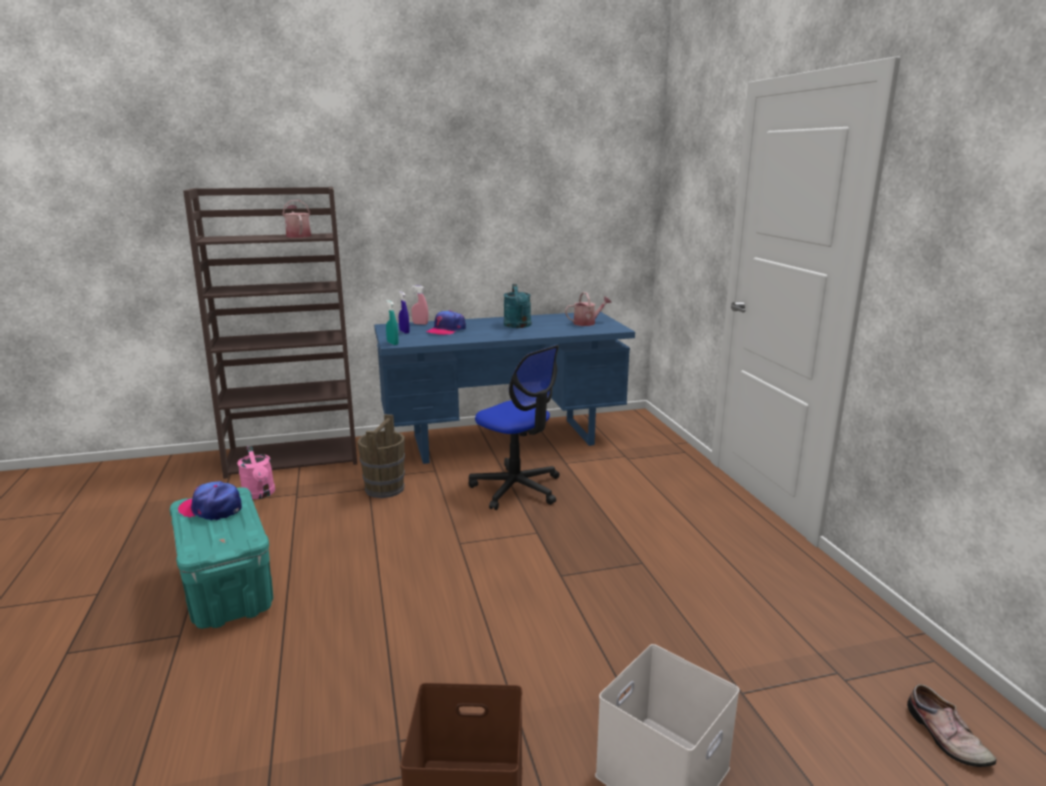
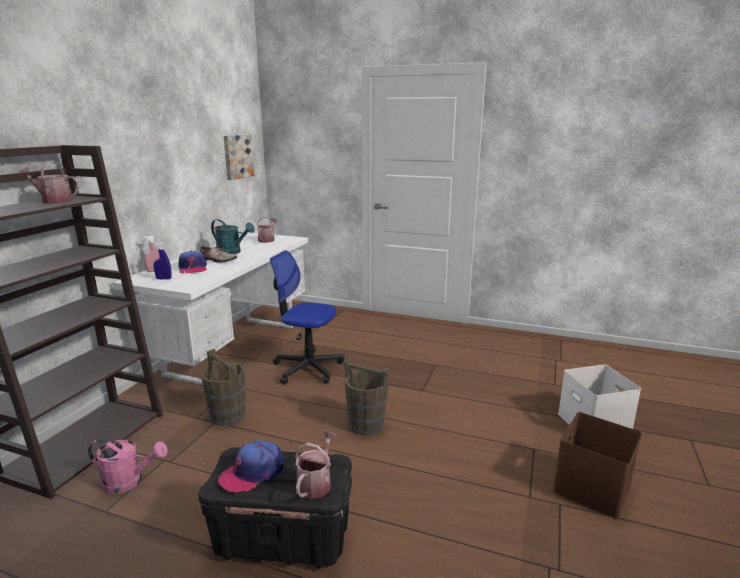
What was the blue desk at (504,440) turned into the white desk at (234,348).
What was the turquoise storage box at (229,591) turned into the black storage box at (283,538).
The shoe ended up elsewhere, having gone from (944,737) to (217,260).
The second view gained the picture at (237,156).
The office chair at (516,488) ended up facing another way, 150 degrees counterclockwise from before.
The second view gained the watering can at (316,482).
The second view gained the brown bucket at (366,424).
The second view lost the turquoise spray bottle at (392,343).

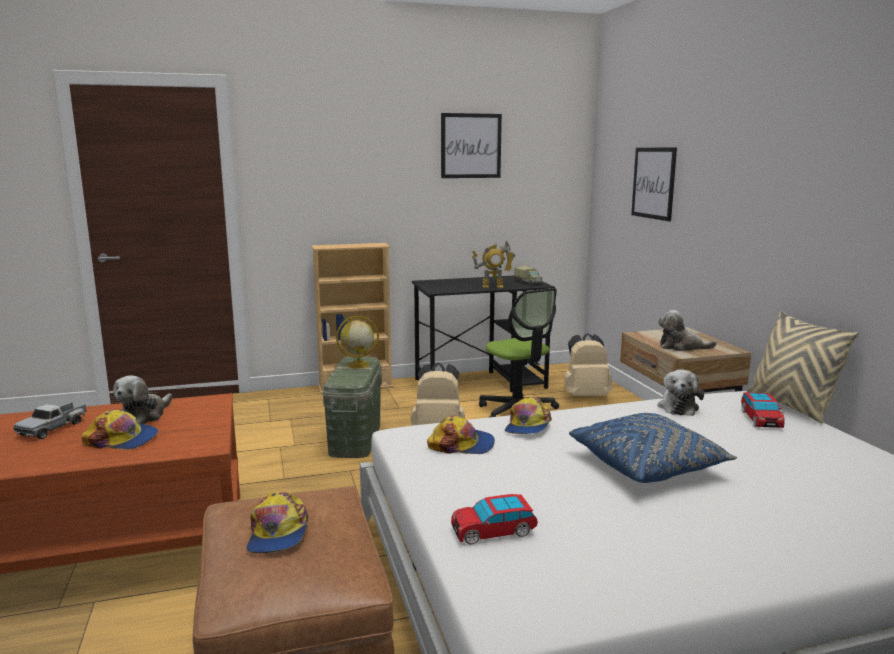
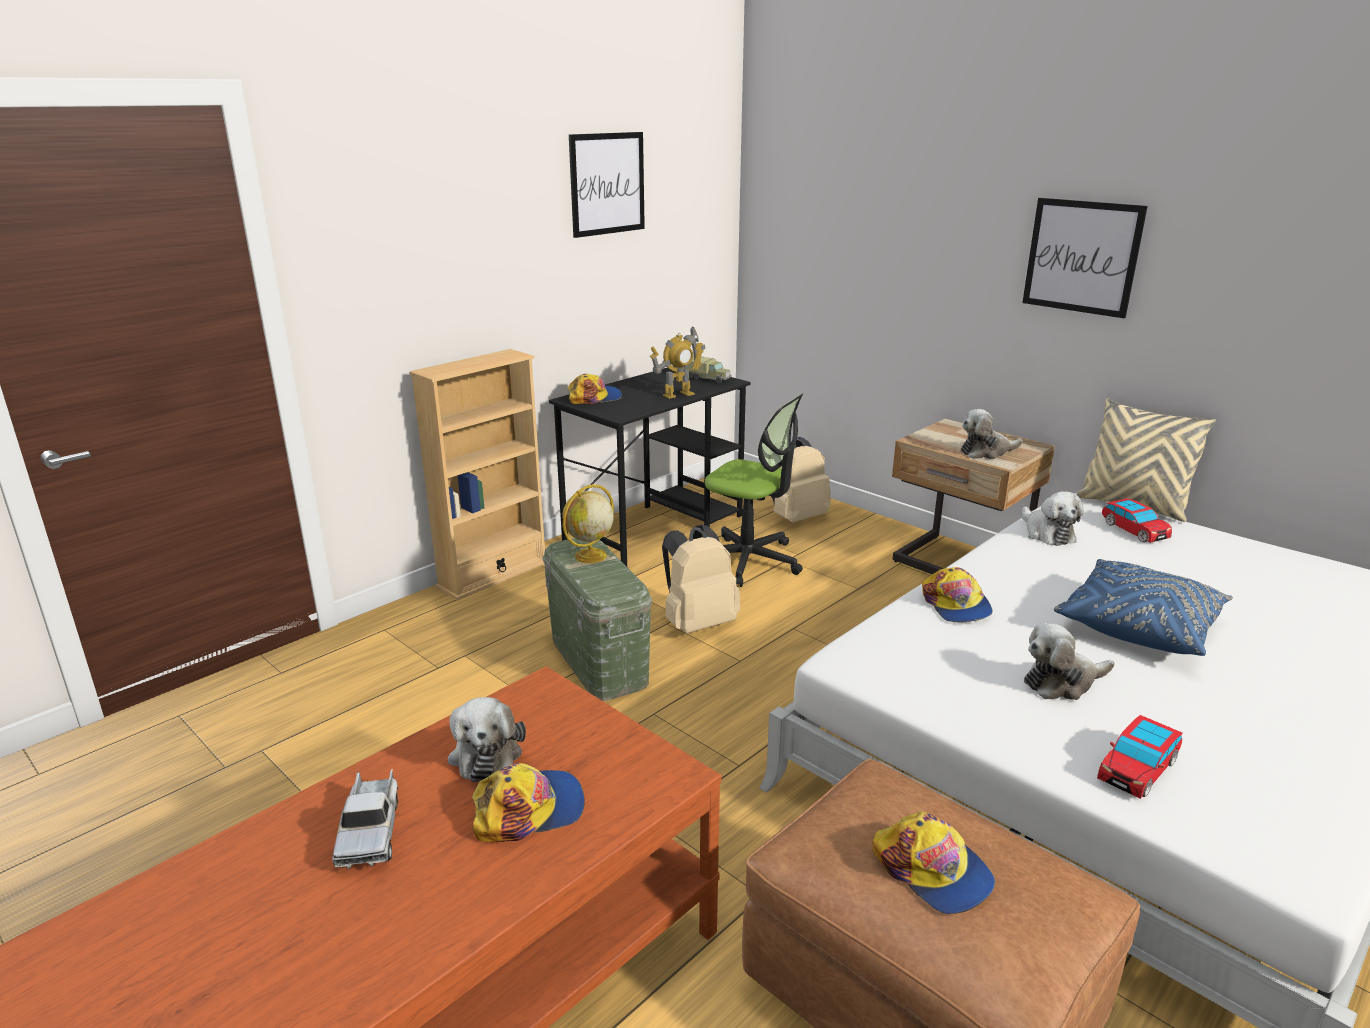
The cap ended up elsewhere, having gone from (462,445) to (594,397).
The picture ended up elsewhere, having gone from (653,183) to (1082,257).
The second view gained the plush toy at (1062,682).

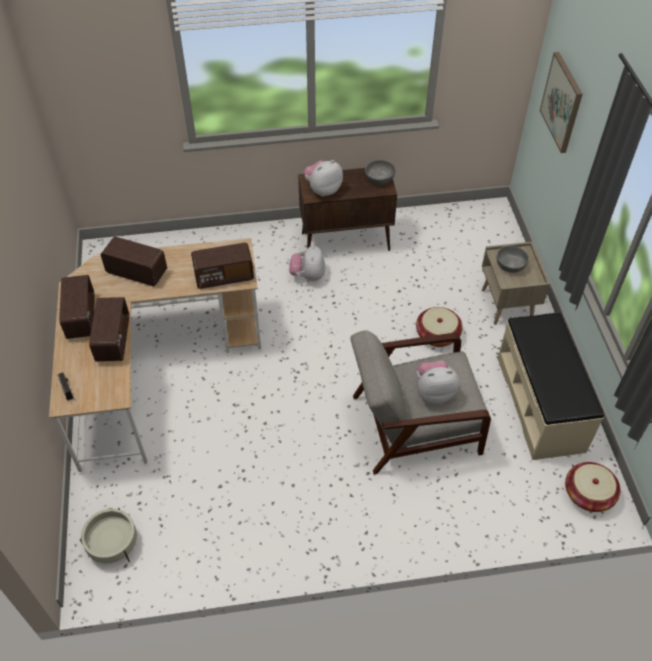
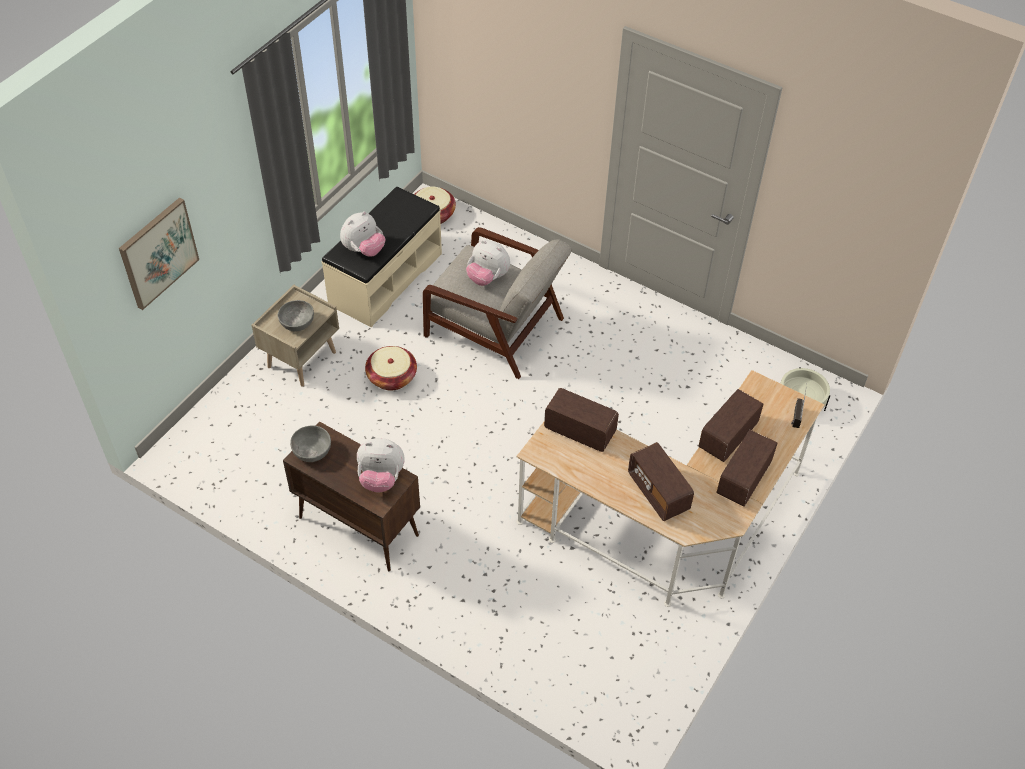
The plush toy ended up elsewhere, having gone from (308,275) to (364,250).

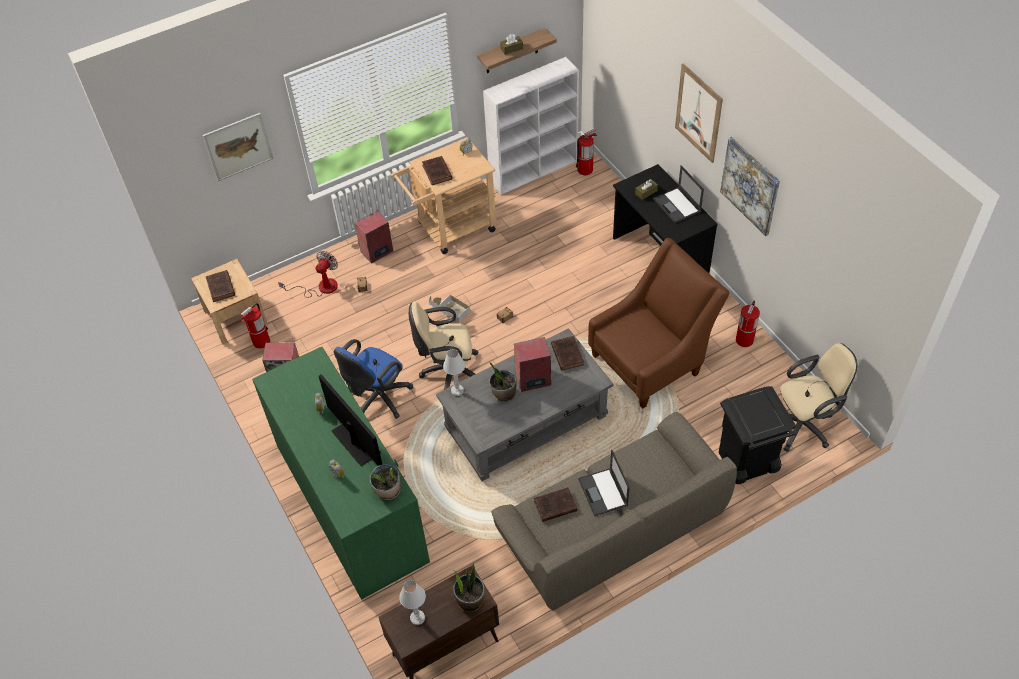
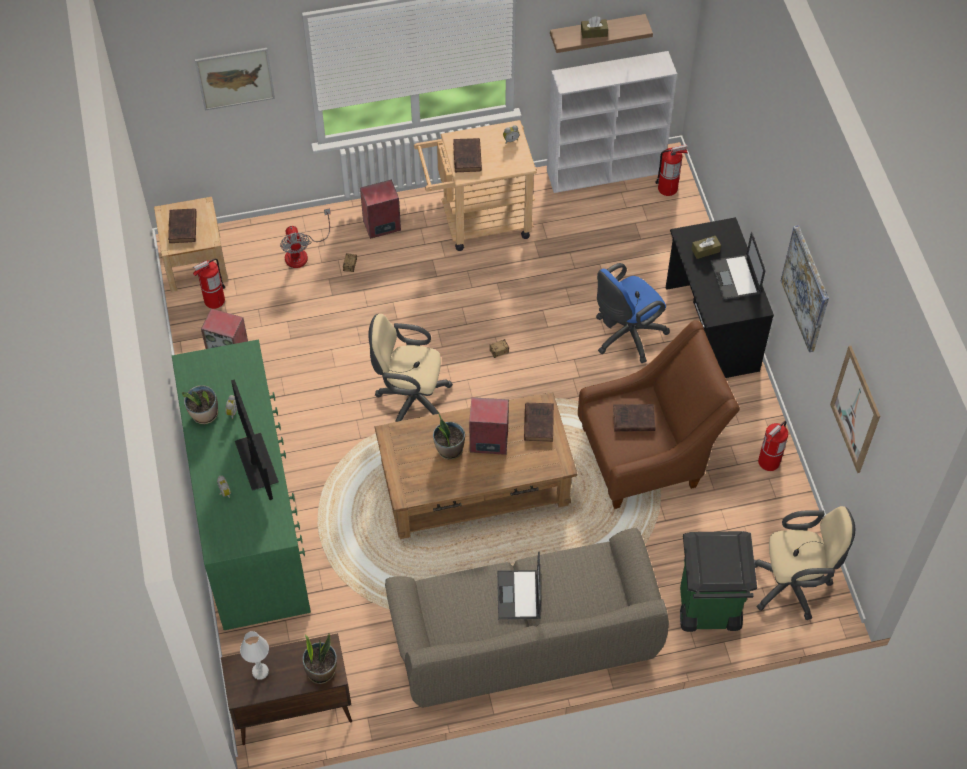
The potted plant ended up elsewhere, having gone from (388,491) to (204,414).
The fan at (320,287) ended up facing another way, 120 degrees clockwise from before.
What was the grey coffee table at (525,423) turned into the brown coffee table at (474,485).
The blue office chair ended up elsewhere, having gone from (377,399) to (625,336).
The brown book ended up elsewhere, having gone from (554,506) to (632,419).
What was the black trash can at (746,463) turned into the green trash can at (707,610).
The picture ended up elsewhere, having gone from (698,113) to (855,409).
The second view lost the cardboard box at (450,315).
The second view lost the white table lamp at (457,390).

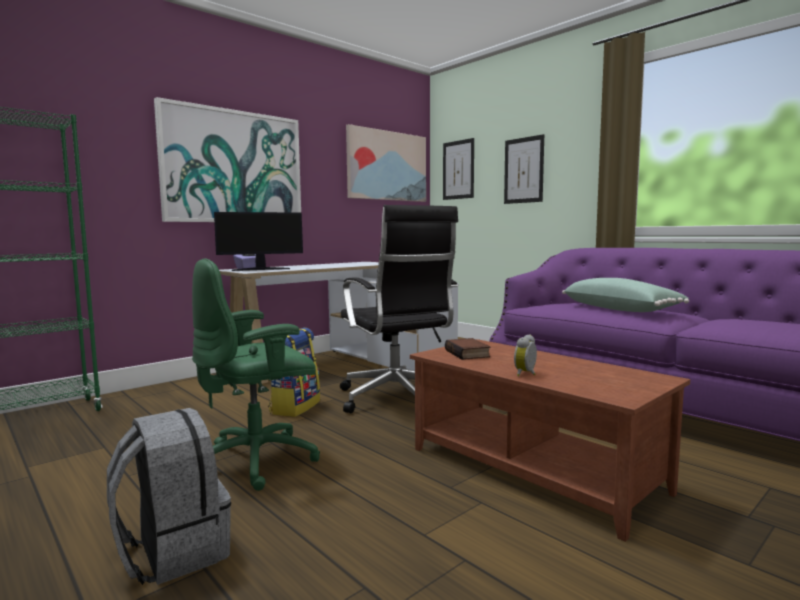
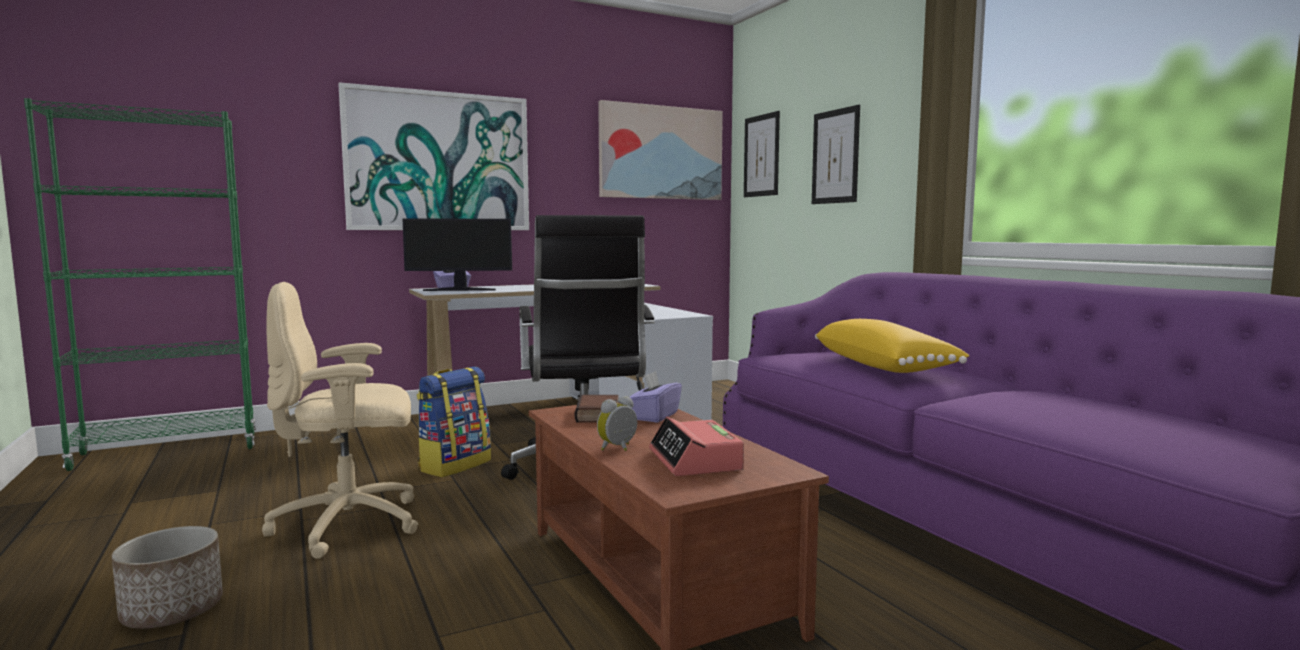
Where the grey backpack stood at (172,551), the planter came to stand at (172,611).
What was the green office chair at (258,461) turned into the beige office chair at (350,525).
The second view gained the purple tissue box at (654,416).
The second view gained the alarm clock at (695,461).
What was the green pillow at (621,309) turned into the yellow pillow at (884,367).

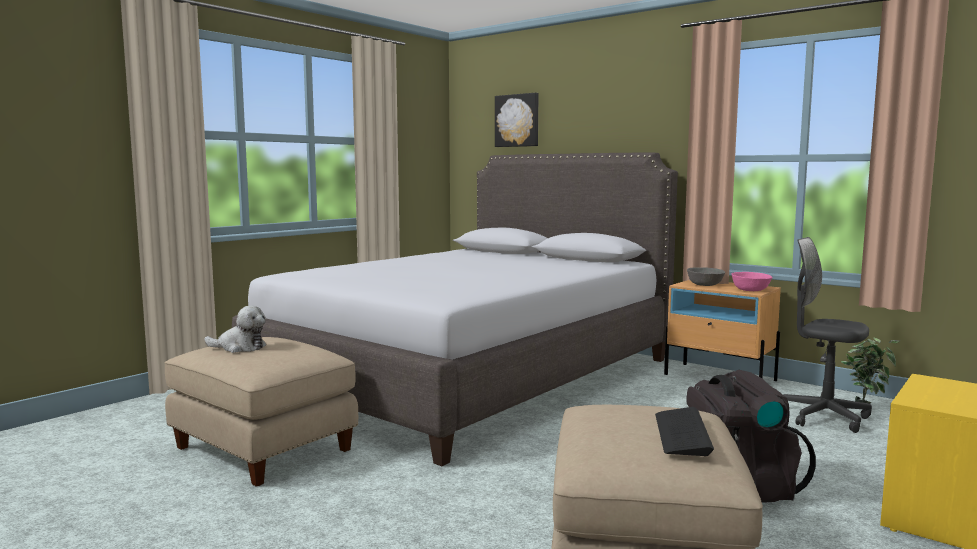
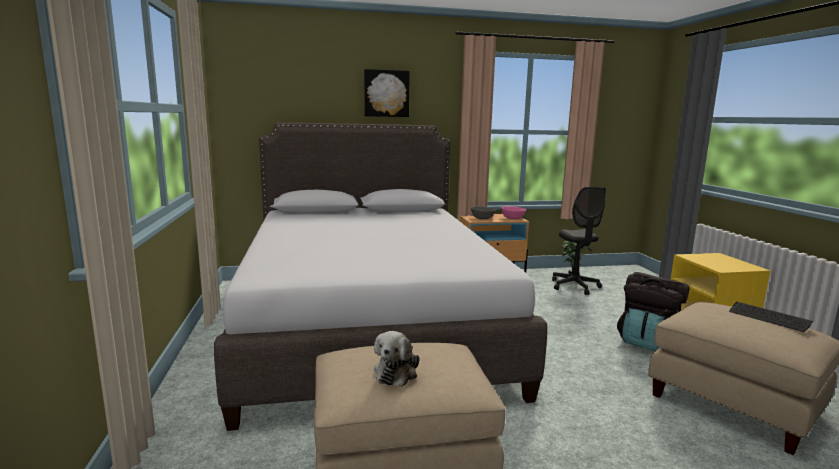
The picture ended up elsewhere, having gone from (517,120) to (386,93).
The plush toy at (239,347) ended up facing another way, 150 degrees clockwise from before.
The grey office chair at (823,417) ended up facing another way, 90 degrees counterclockwise from before.

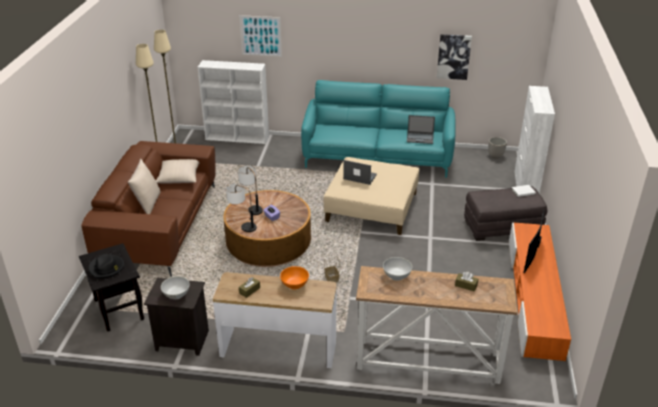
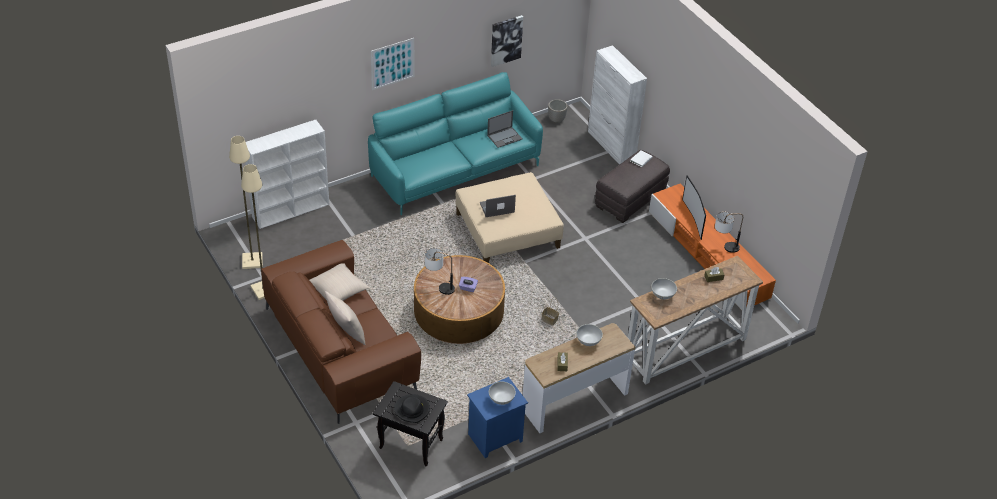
The picture ended up elsewhere, having gone from (261,36) to (392,63).
What was the black nightstand at (181,341) turned into the blue nightstand at (495,438).
What was the orange bowl at (295,285) turned into the white bowl at (588,341).
The table lamp ended up elsewhere, having gone from (242,225) to (724,248).

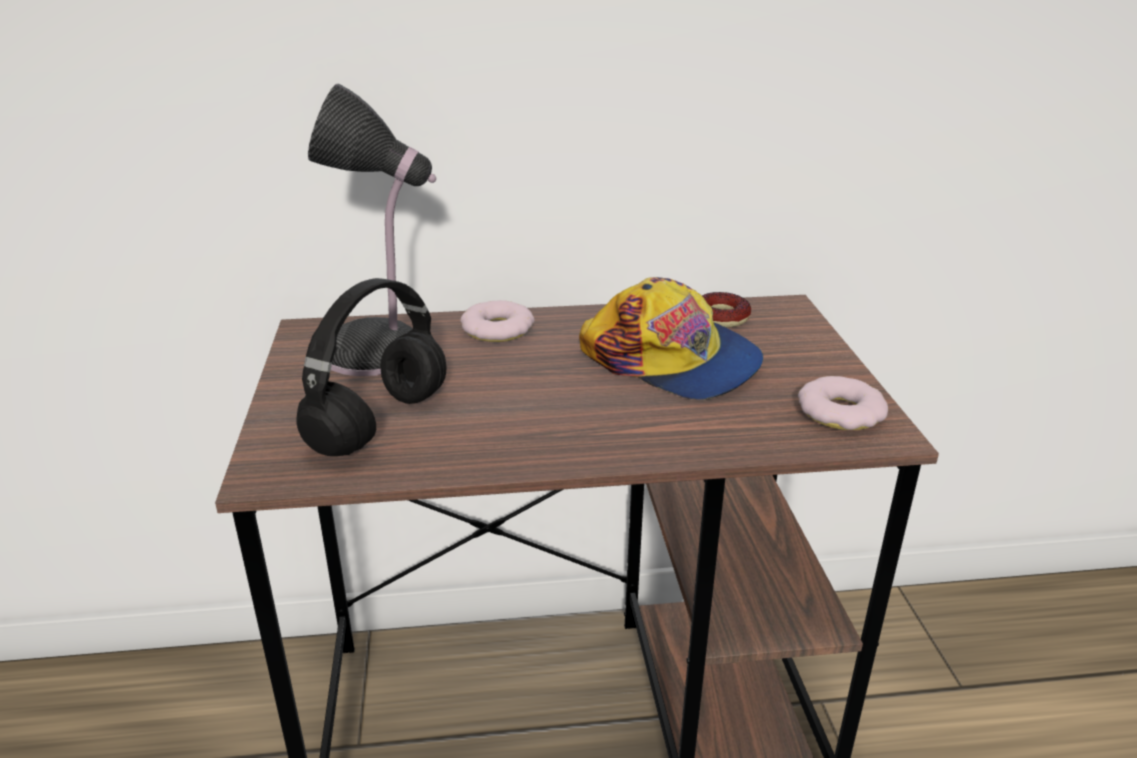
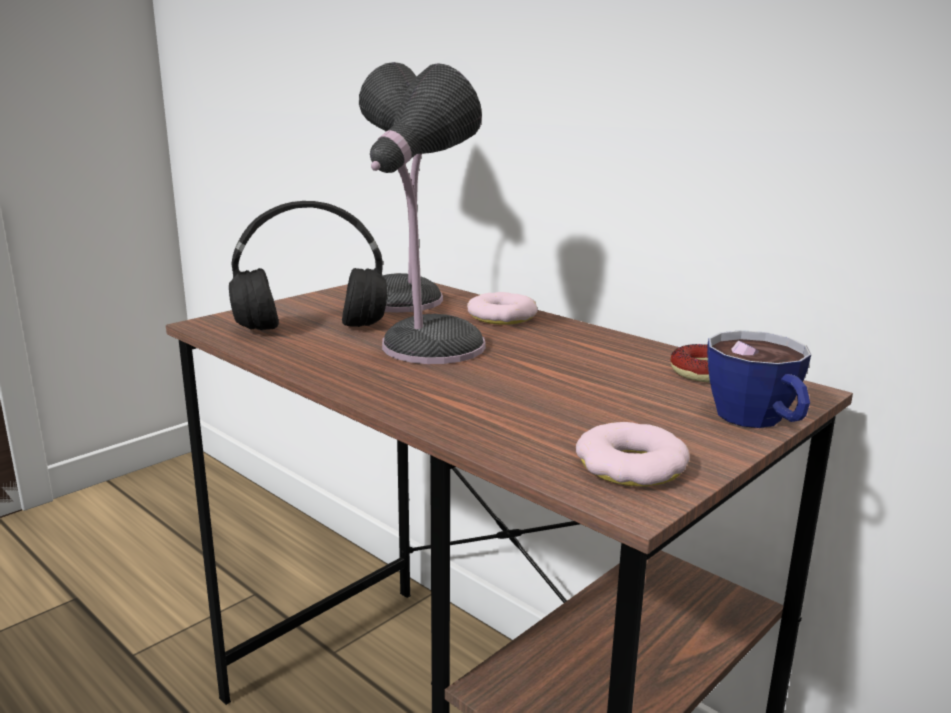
The second view gained the table lamp at (427,348).
The second view gained the cup at (758,422).
The second view lost the cap at (671,360).

